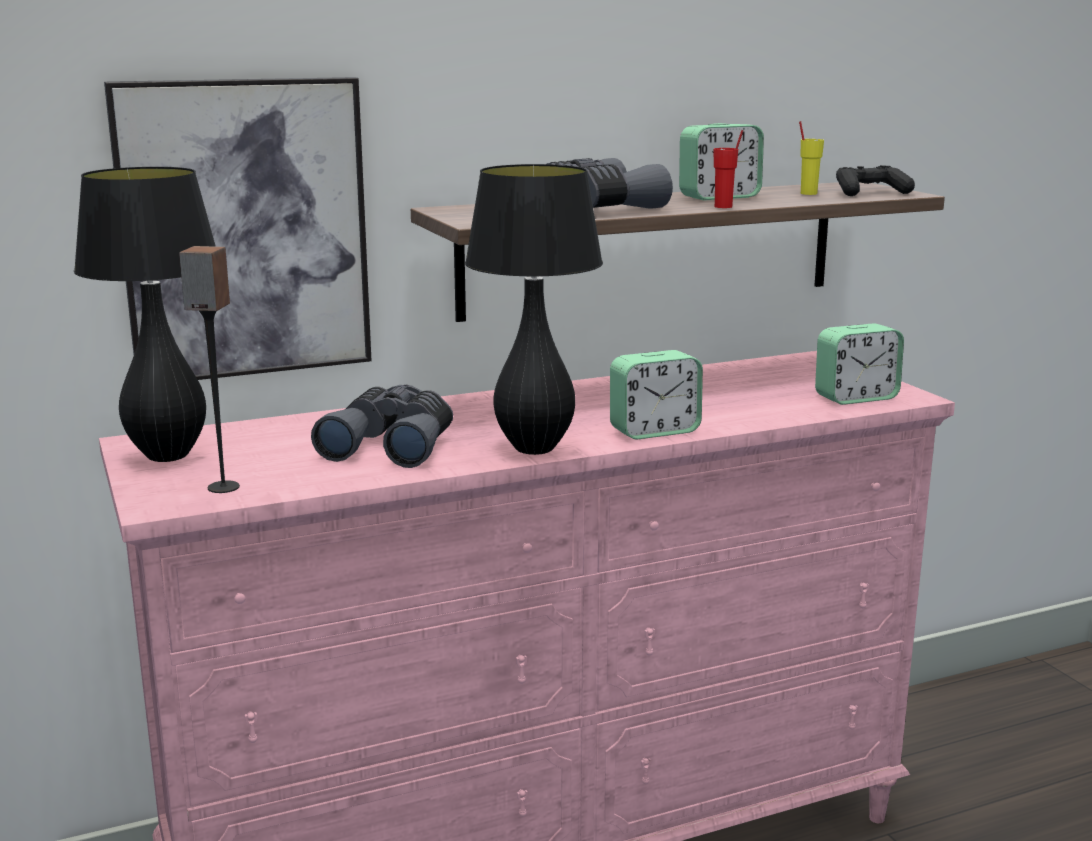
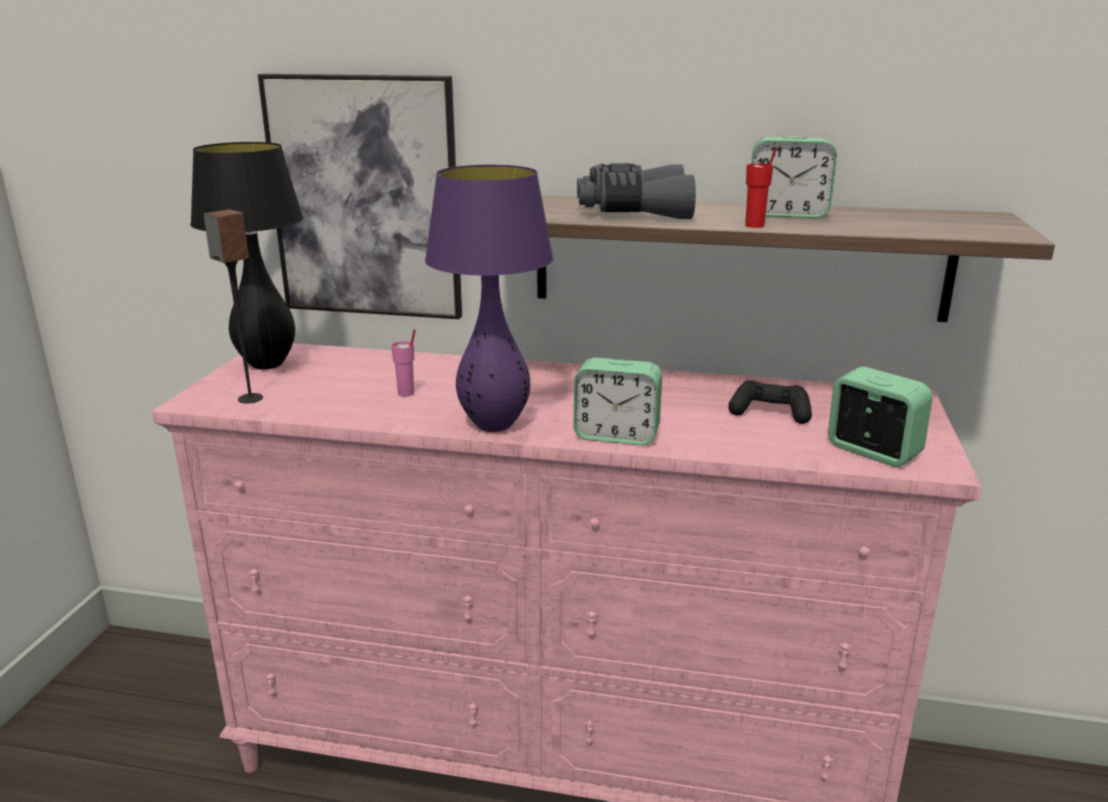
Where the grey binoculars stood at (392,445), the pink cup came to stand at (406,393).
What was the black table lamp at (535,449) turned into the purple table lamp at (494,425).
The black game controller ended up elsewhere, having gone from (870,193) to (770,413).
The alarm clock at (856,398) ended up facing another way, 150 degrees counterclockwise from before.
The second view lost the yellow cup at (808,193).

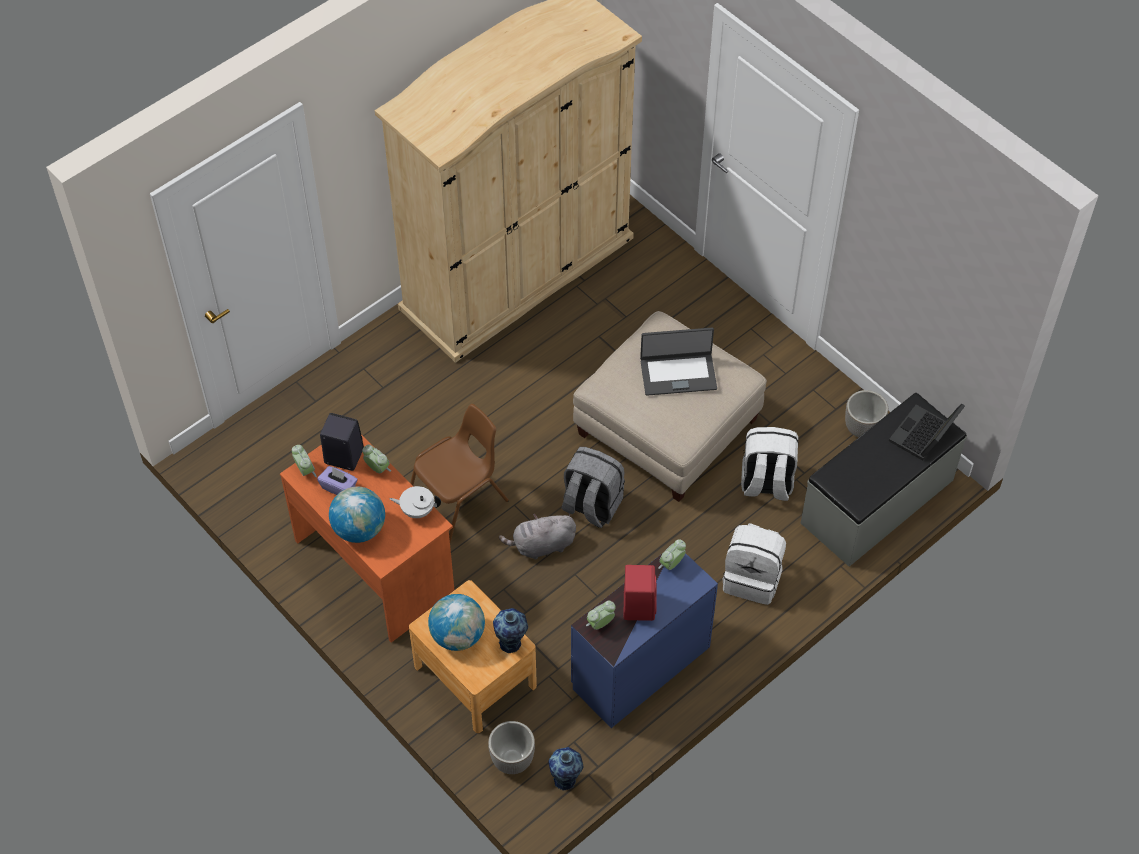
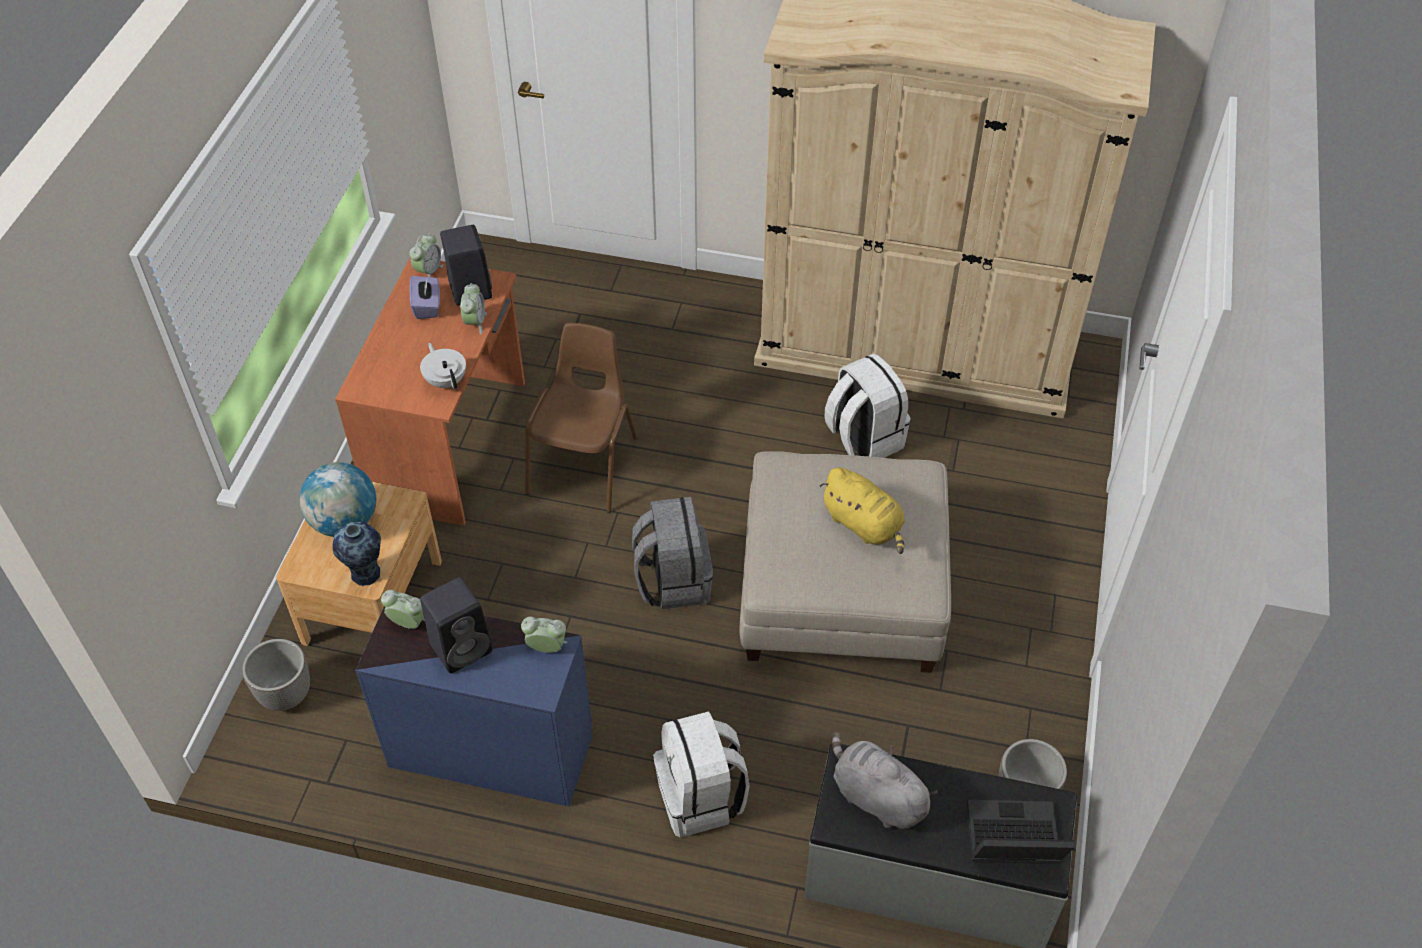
What was the red speaker at (638,605) turned into the black speaker at (463,646).
The brown chair at (459,501) ended up facing another way, 90 degrees counterclockwise from before.
Where the laptop stood at (678,374), the yellow plush toy came to stand at (864,525).
The white backpack ended up elsewhere, having gone from (766,483) to (863,438).
The grey plush toy ended up elsewhere, having gone from (541,545) to (876,796).
The second view lost the globe at (359,529).
The second view lost the vase at (566,780).

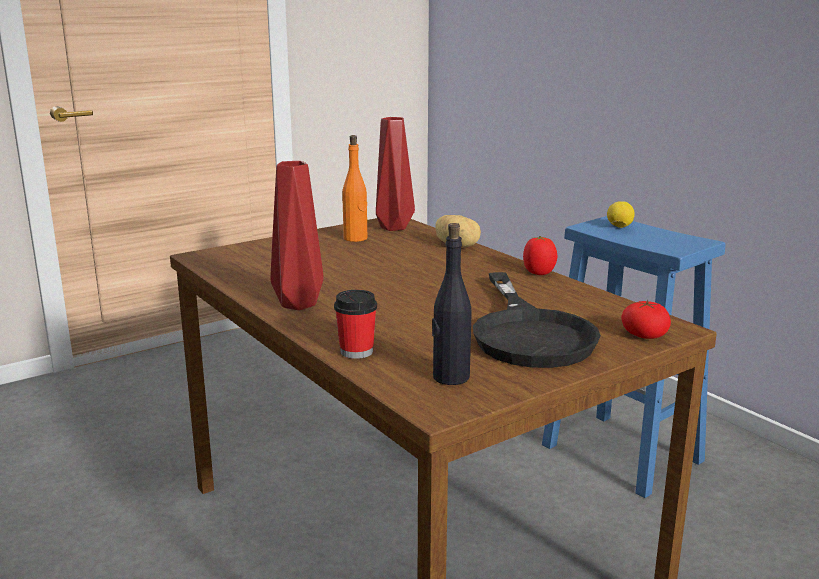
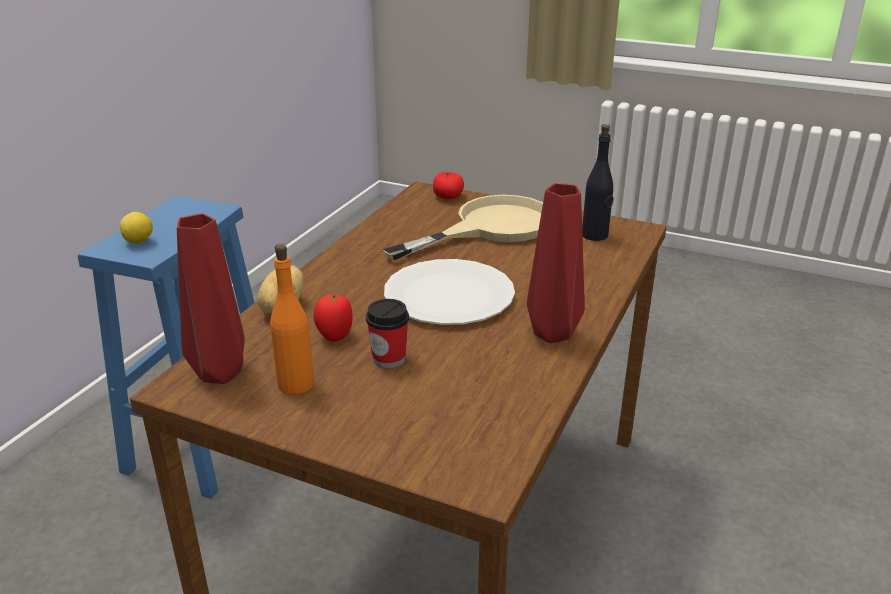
The tomato ended up elsewhere, having gone from (538,273) to (335,336).
The cup ended up elsewhere, having gone from (356,351) to (389,359).
What was the black frying pan at (529,333) turned into the beige frying pan at (490,228).
The second view gained the white plate at (448,295).

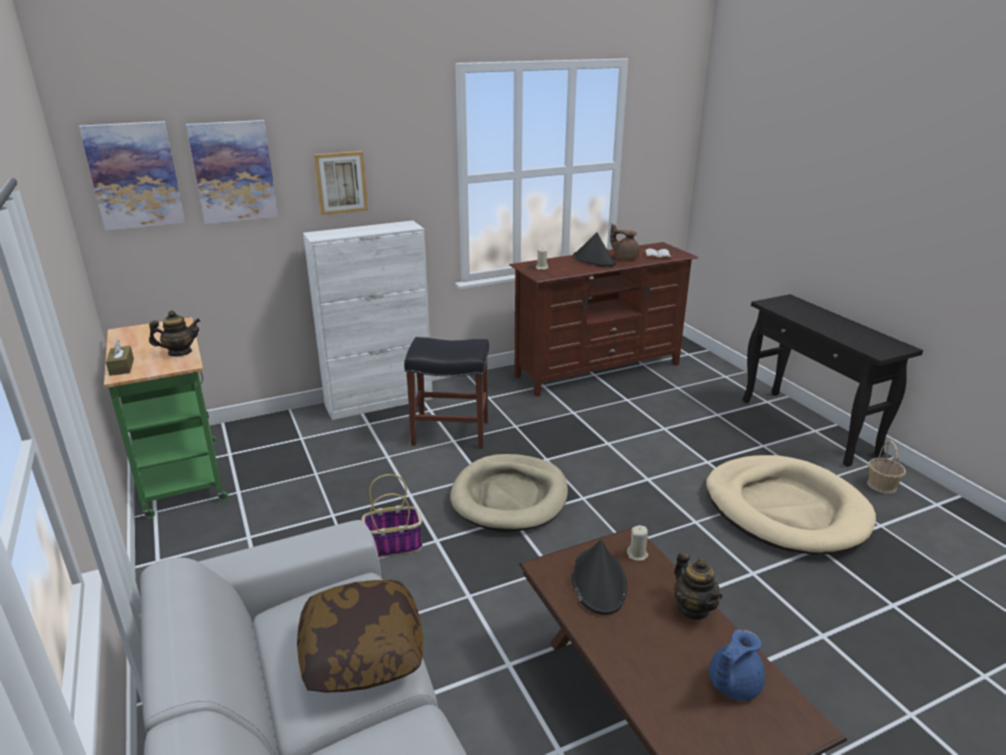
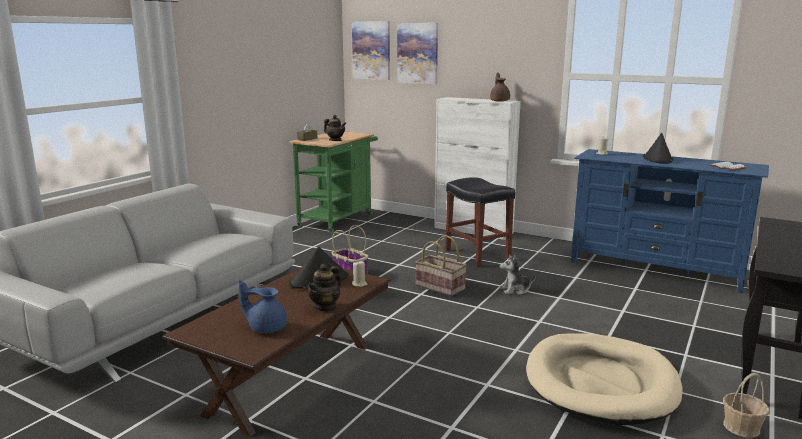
Where the beige dog bed stood at (510,497), the basket came to stand at (441,287).
The brown teapot ended up elsewhere, having gone from (625,258) to (499,101).
The second view gained the plush toy at (515,290).
What was the brown tv stand at (597,370) turned into the blue tv stand at (655,269).
The second view lost the pillow at (362,651).
The second view lost the picture at (341,182).

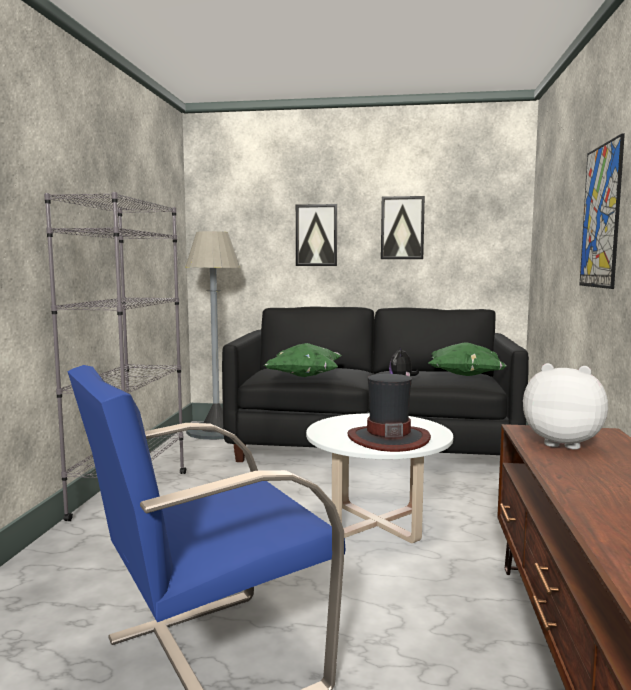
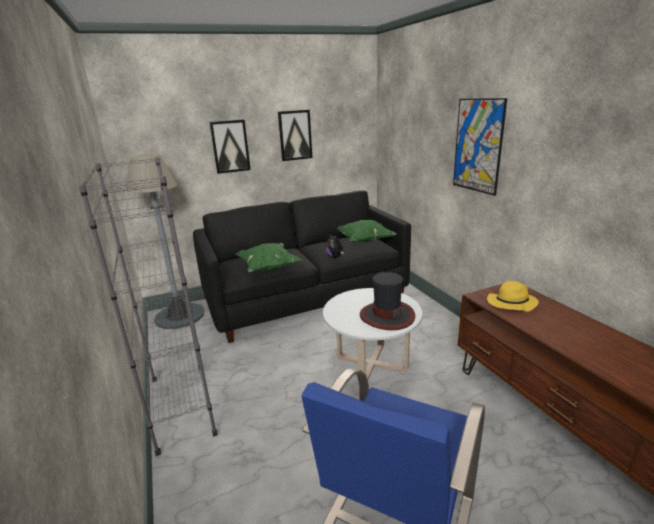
Where the plush toy stood at (562,443), the yellow hat came to stand at (511,304).

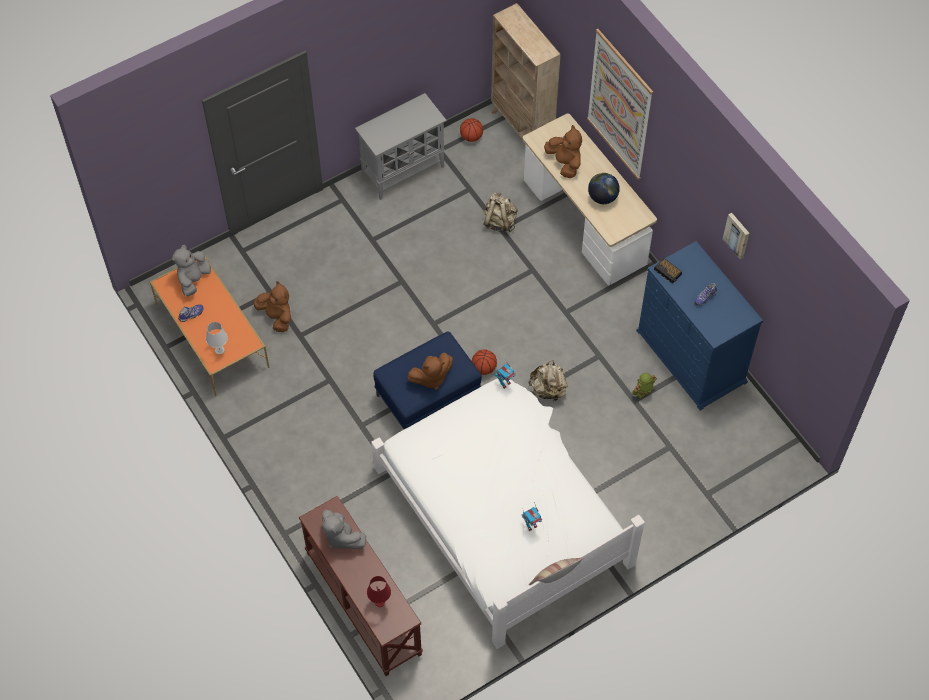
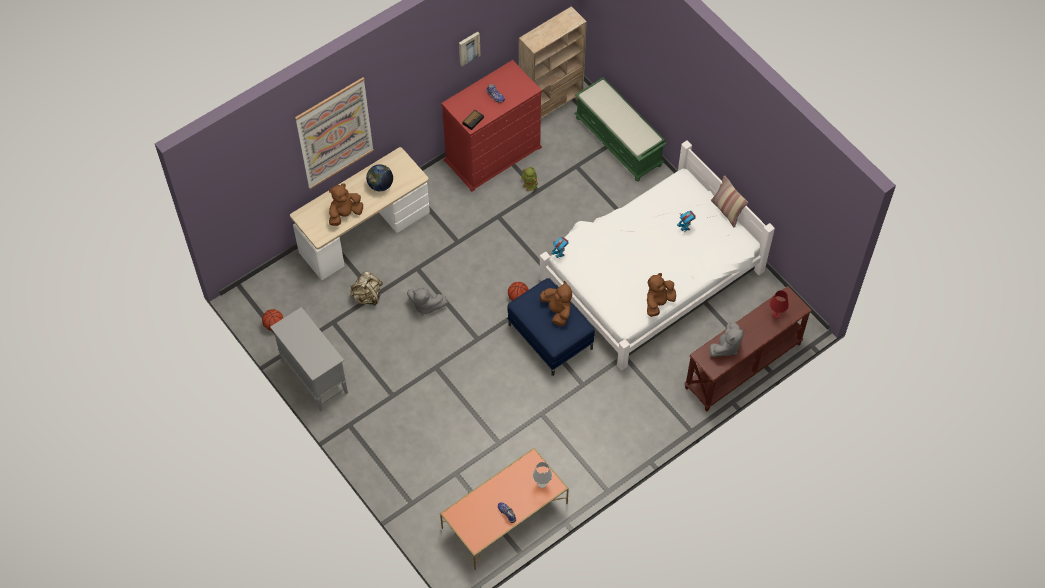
The grey plush toy ended up elsewhere, having gone from (193,279) to (425,305).
What was the blue dresser at (691,356) turned into the red dresser at (493,154).
The beige bookcase ended up elsewhere, having gone from (522,129) to (551,108).
The second view gained the green bench at (619,141).
The brown plush toy ended up elsewhere, having gone from (276,316) to (658,303).
The second view lost the beige backpack at (548,390).

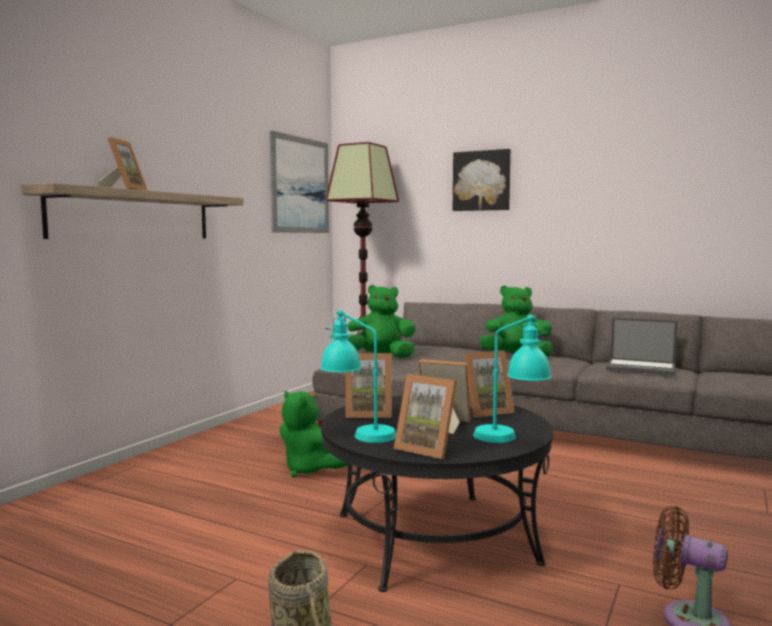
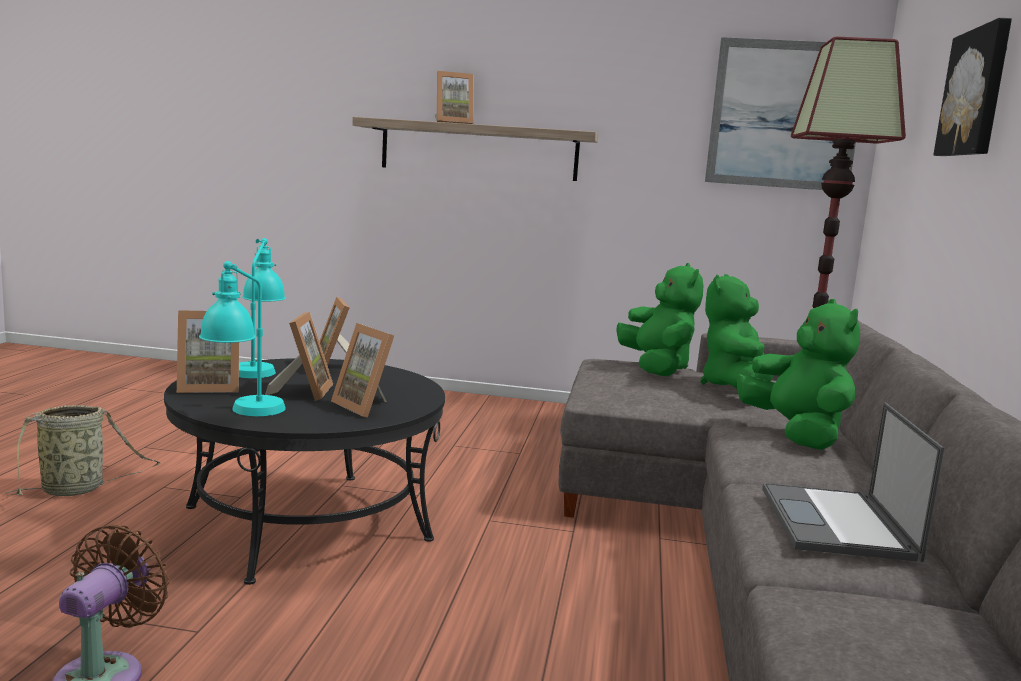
The picture frame at (428,449) ended up facing another way, 120 degrees counterclockwise from before.
The green plush toy ended up elsewhere, having gone from (311,470) to (736,389).

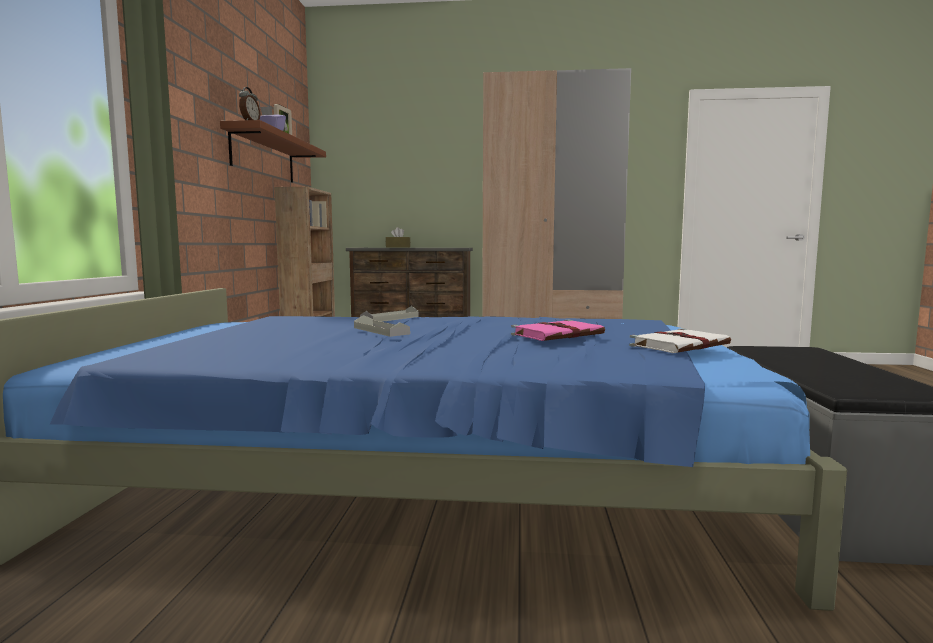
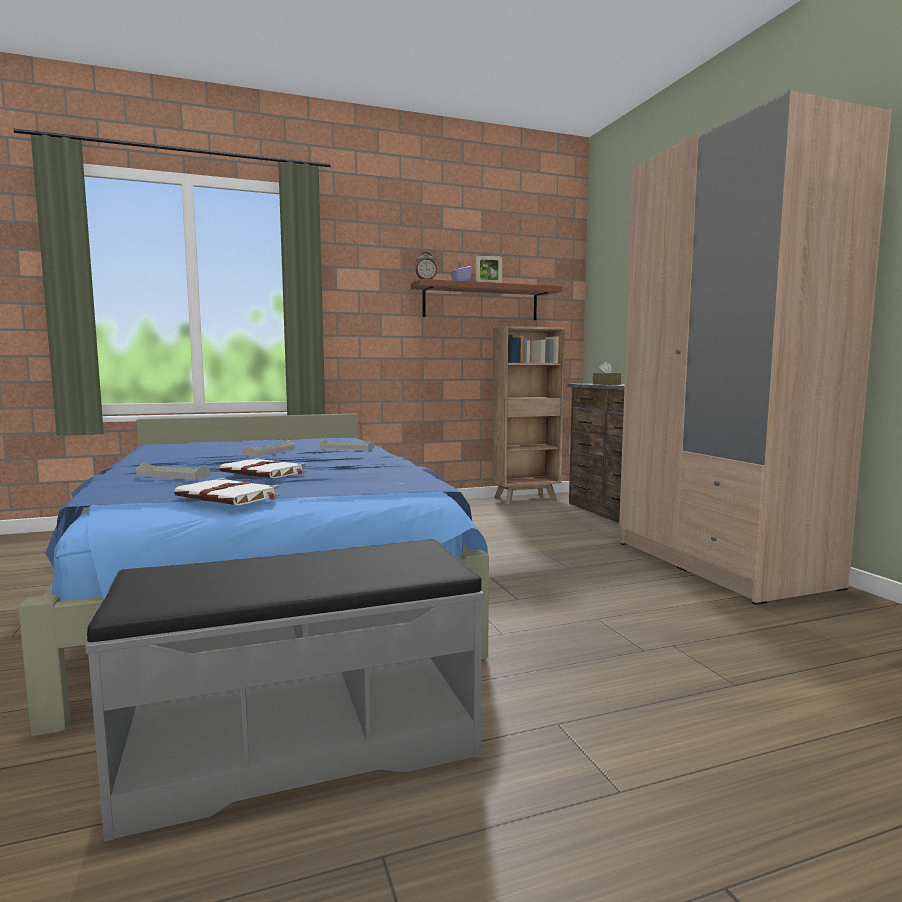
The second view gained the grey tray at (173,475).
What was the pink book at (558,334) turned into the white book at (264,472).

